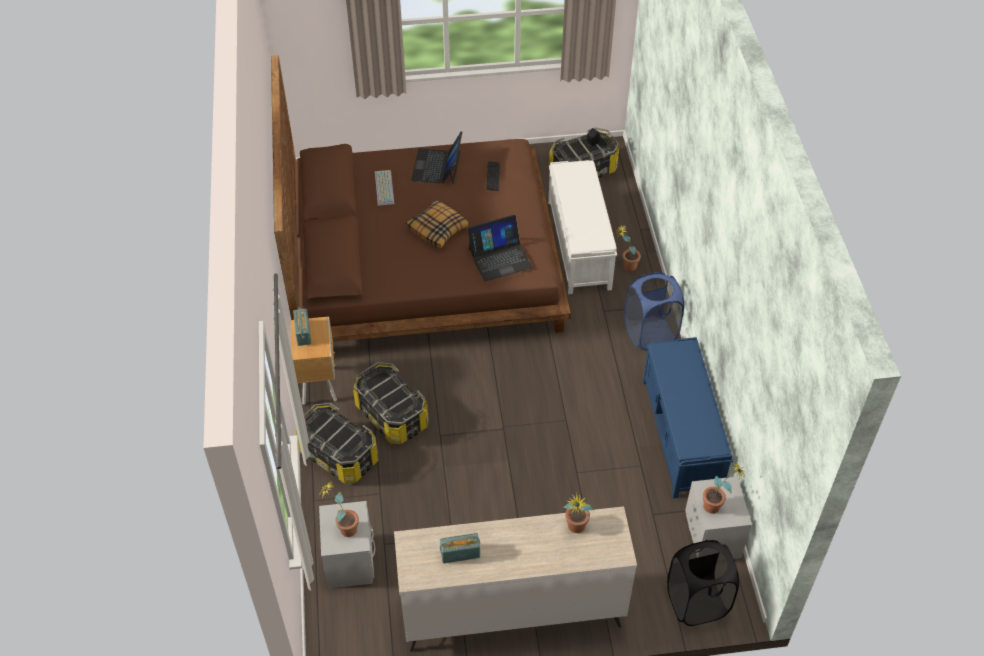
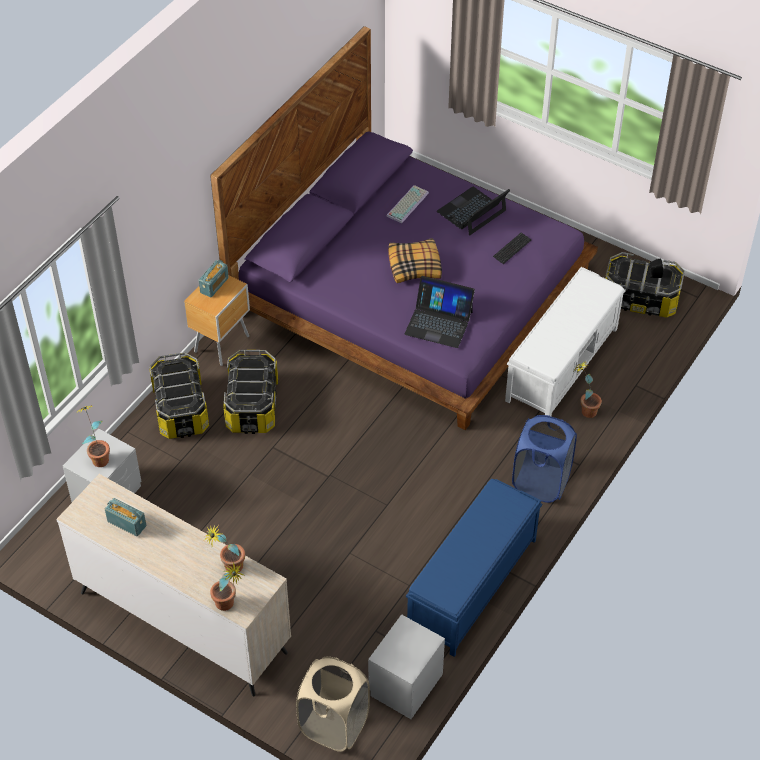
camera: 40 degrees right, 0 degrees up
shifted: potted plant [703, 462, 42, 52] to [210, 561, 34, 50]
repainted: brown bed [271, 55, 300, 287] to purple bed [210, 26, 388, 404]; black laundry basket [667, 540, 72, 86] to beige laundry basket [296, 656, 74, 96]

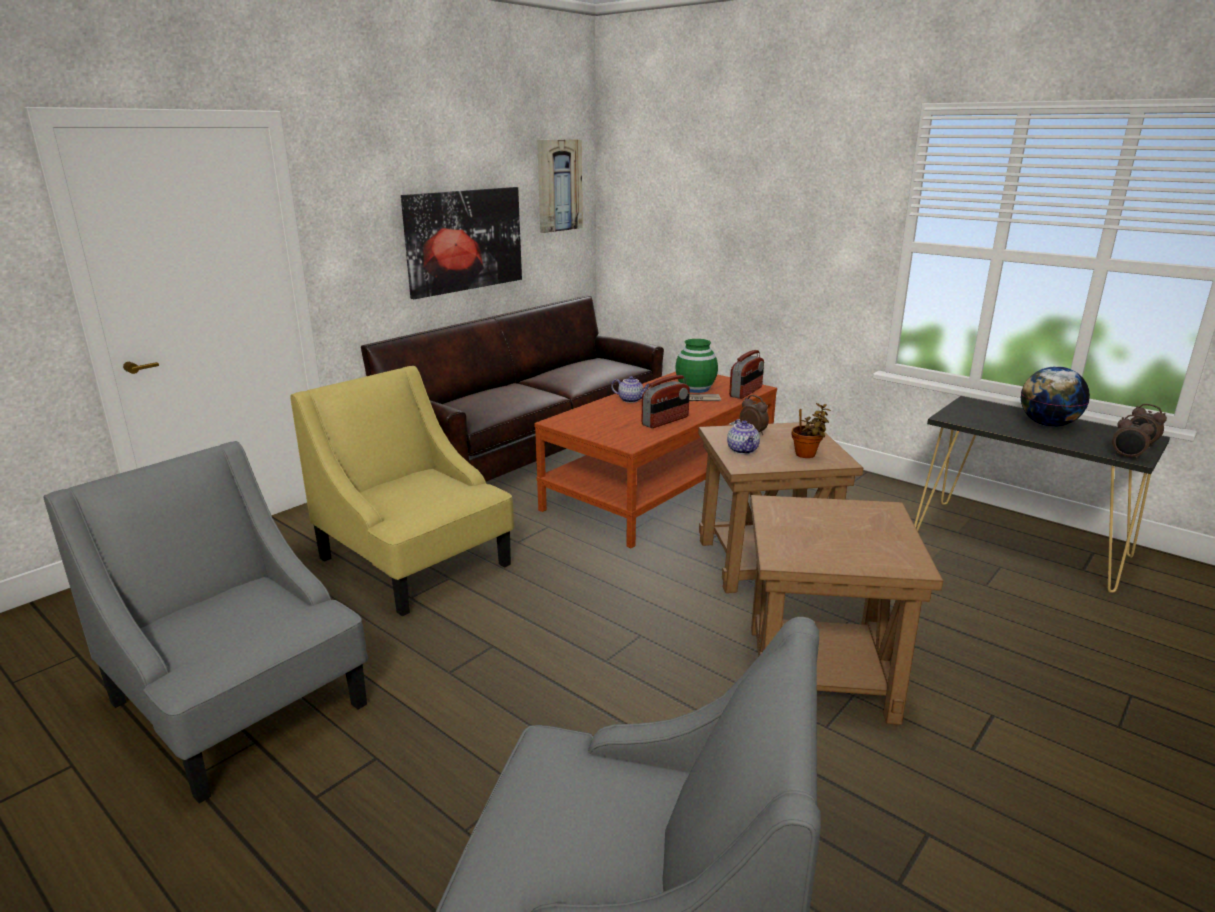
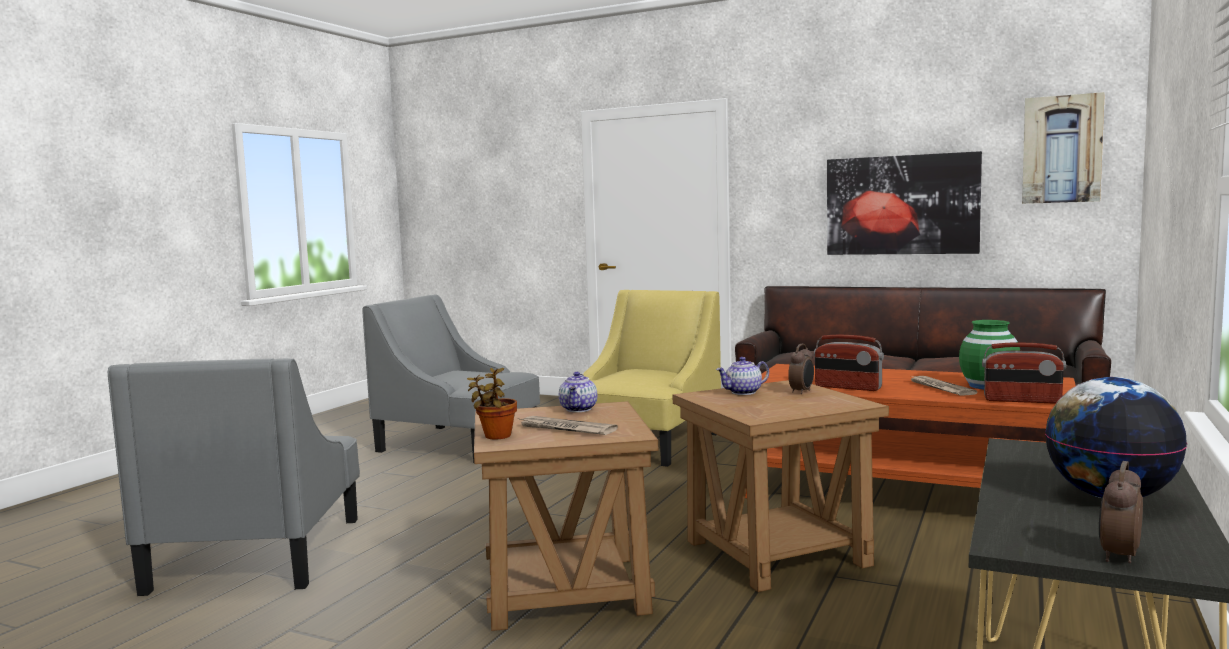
camera: 75 degrees right, 15 degrees down
gone: alarm clock [1112, 415, 42, 45]
new: newspaper [517, 416, 101, 19]
shifted: teapot [611, 376, 38, 27] to [559, 372, 38, 40]; potted plant [792, 403, 39, 55] to [467, 368, 50, 71]
rotated: grey armchair [44, 441, 324, 362] = [362, 294, 178, 169] 90 degrees counterclockwise

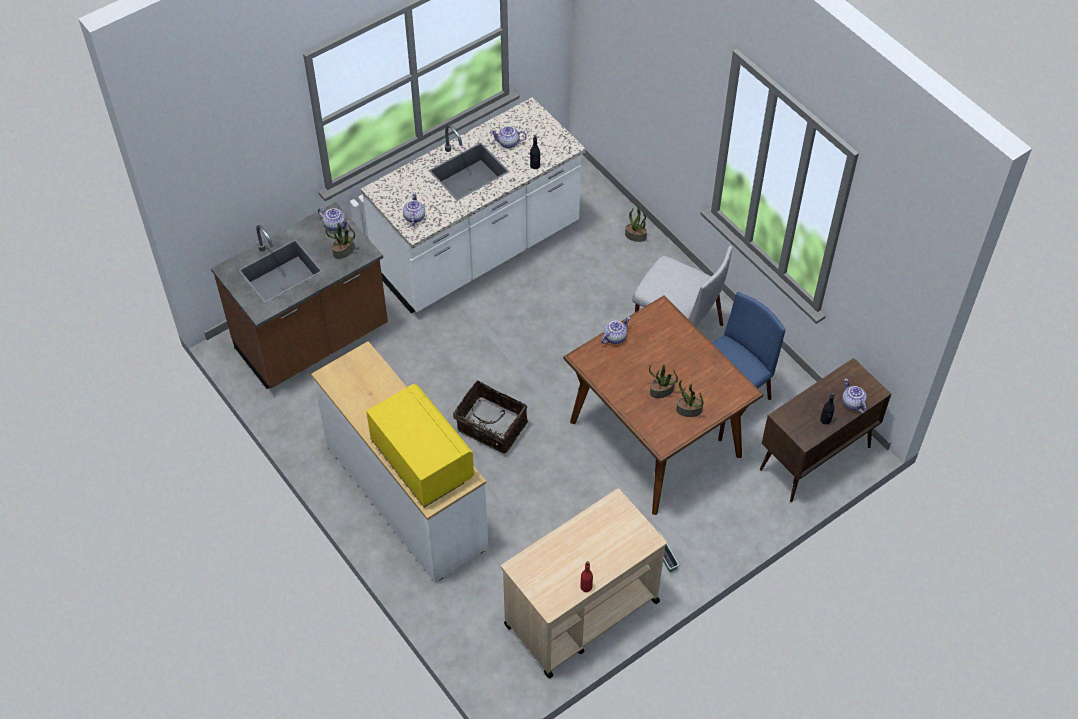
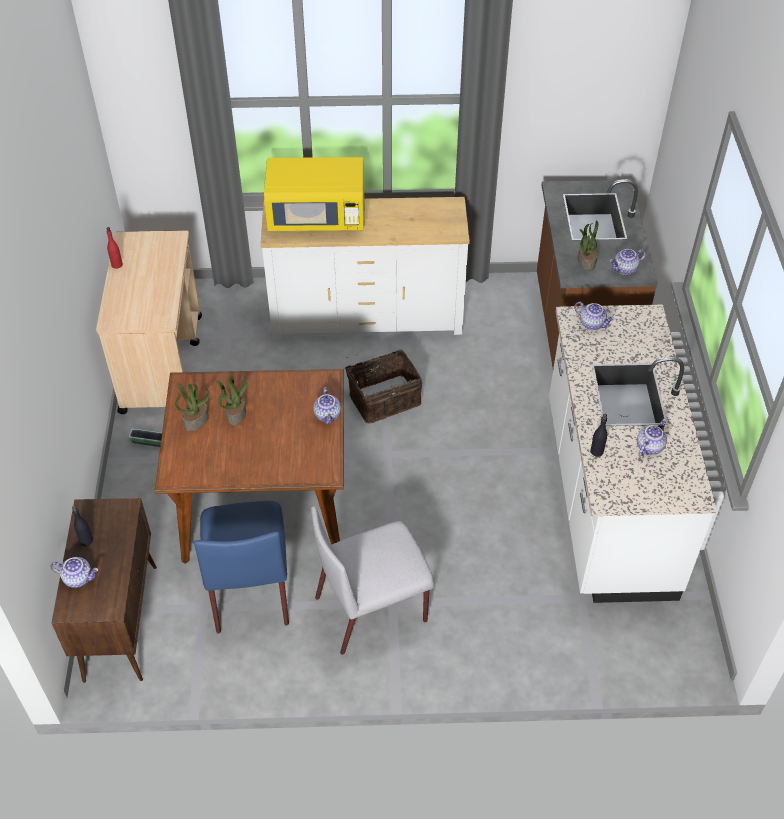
camera: 125 degrees right, 5 degrees down
gone: potted plant [625, 204, 22, 38]

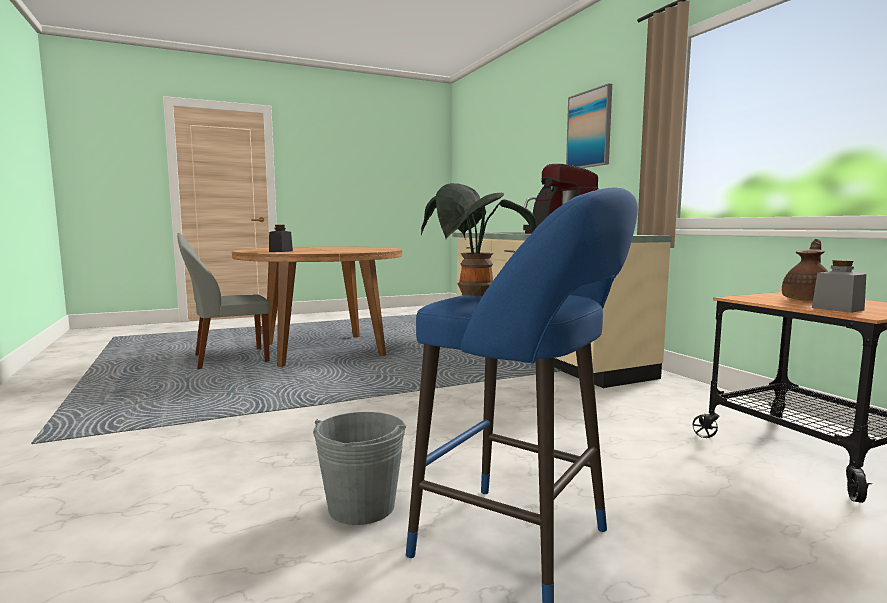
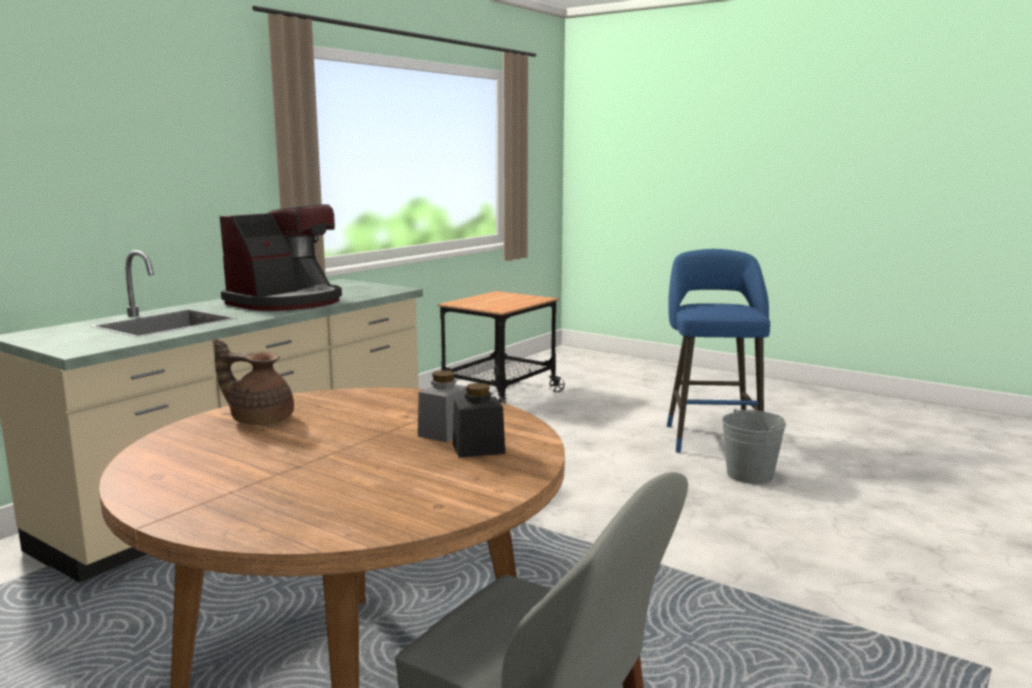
camera: 120 degrees left, 5 degrees up
gone: potted plant [421, 183, 115, 113]; picture [566, 83, 46, 85]
shifted: brown teapot [782, 239, 46, 62] to [214, 339, 80, 86]; grey jar [812, 260, 54, 53] to [418, 370, 49, 72]

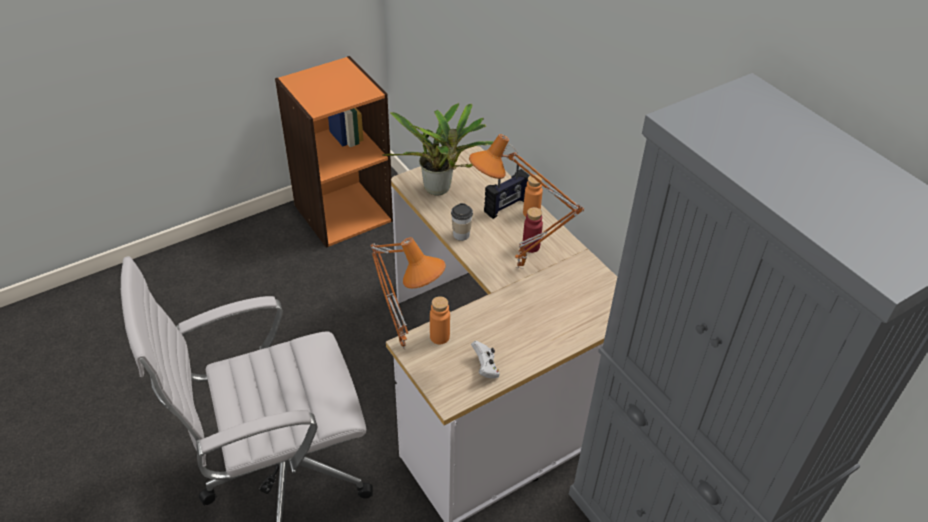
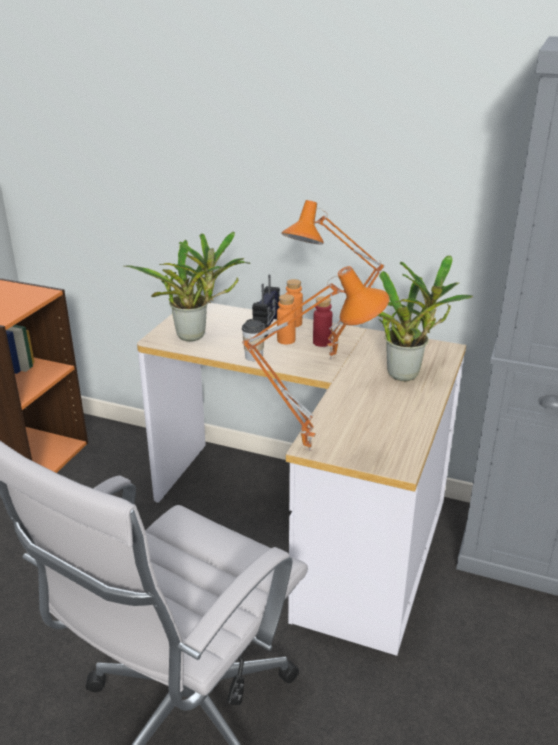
camera: 35 degrees left, 15 degrees down
gone: white game controller [471, 341, 29, 38]
new: potted plant [378, 255, 95, 126]
shifted: orange bottle [430, 296, 20, 48] to [277, 294, 19, 50]

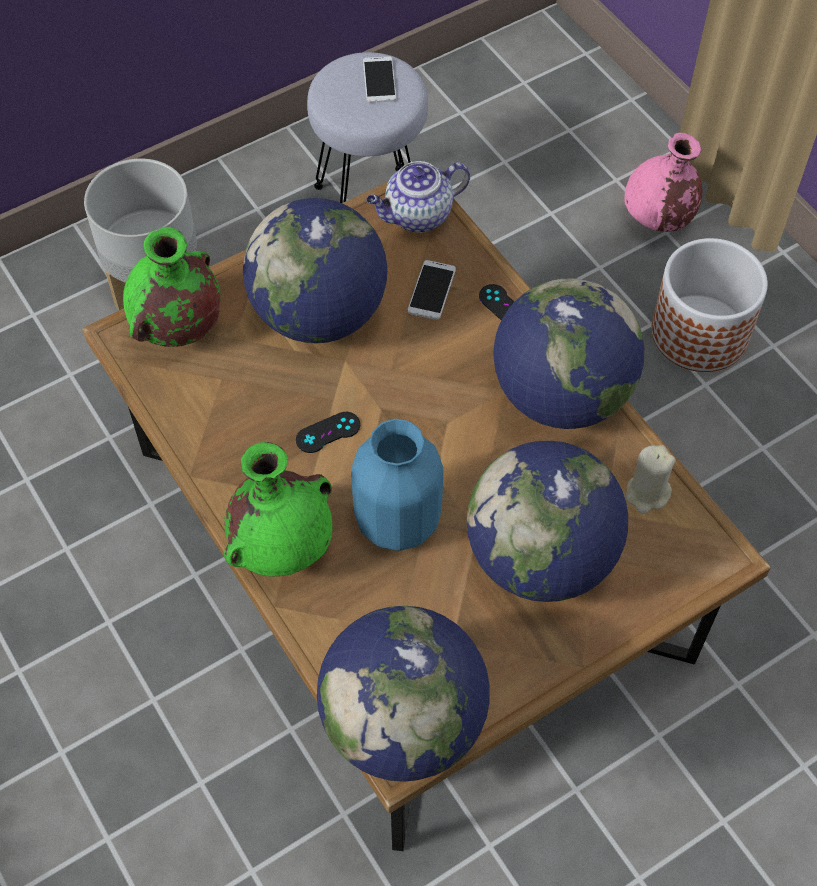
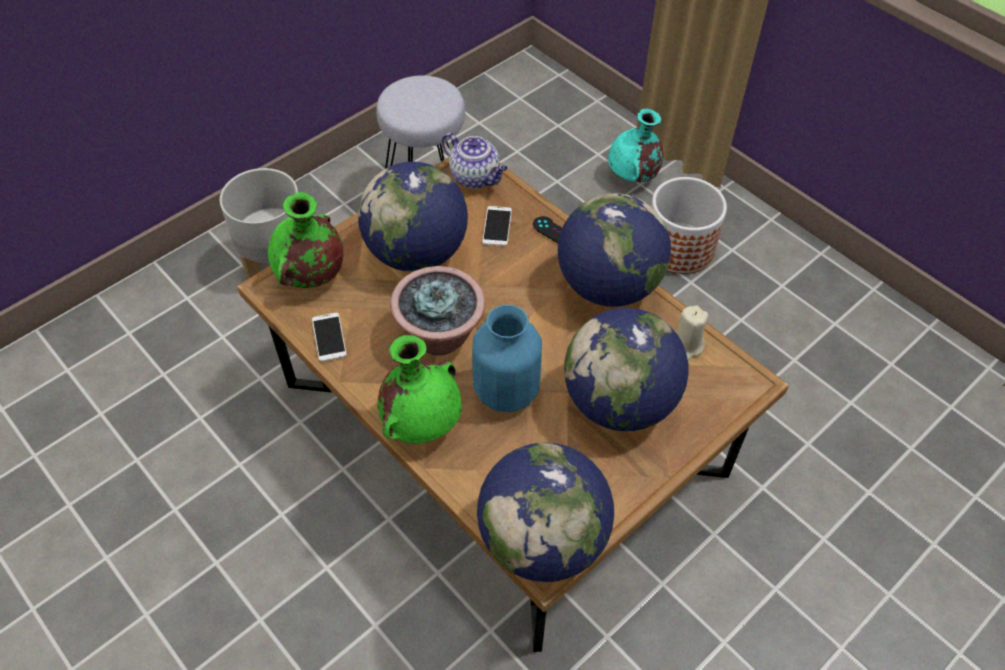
camera: 10 degrees left, 5 degrees down
shifted: phone [363, 56, 33, 47] to [312, 313, 35, 49]
swapped: black game controller [296, 412, 64, 41] to potted plant [390, 266, 95, 89]
repainted: pink vase [624, 133, 78, 99] to turquoise vase [608, 109, 55, 73]
rotated: teapot [366, 161, 104, 72] = [442, 132, 66, 57] 105 degrees counterclockwise

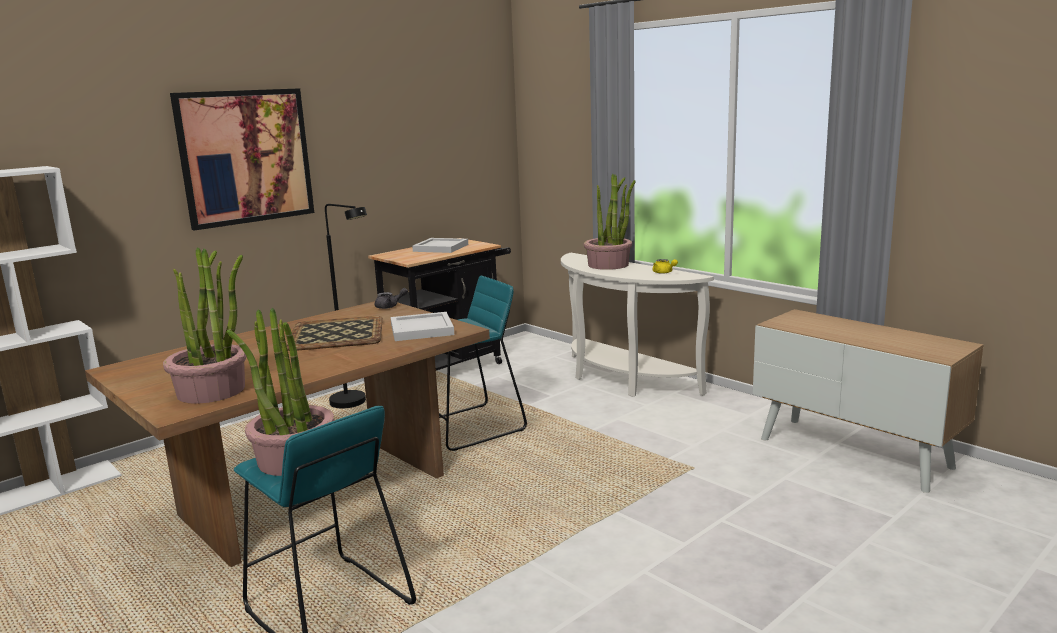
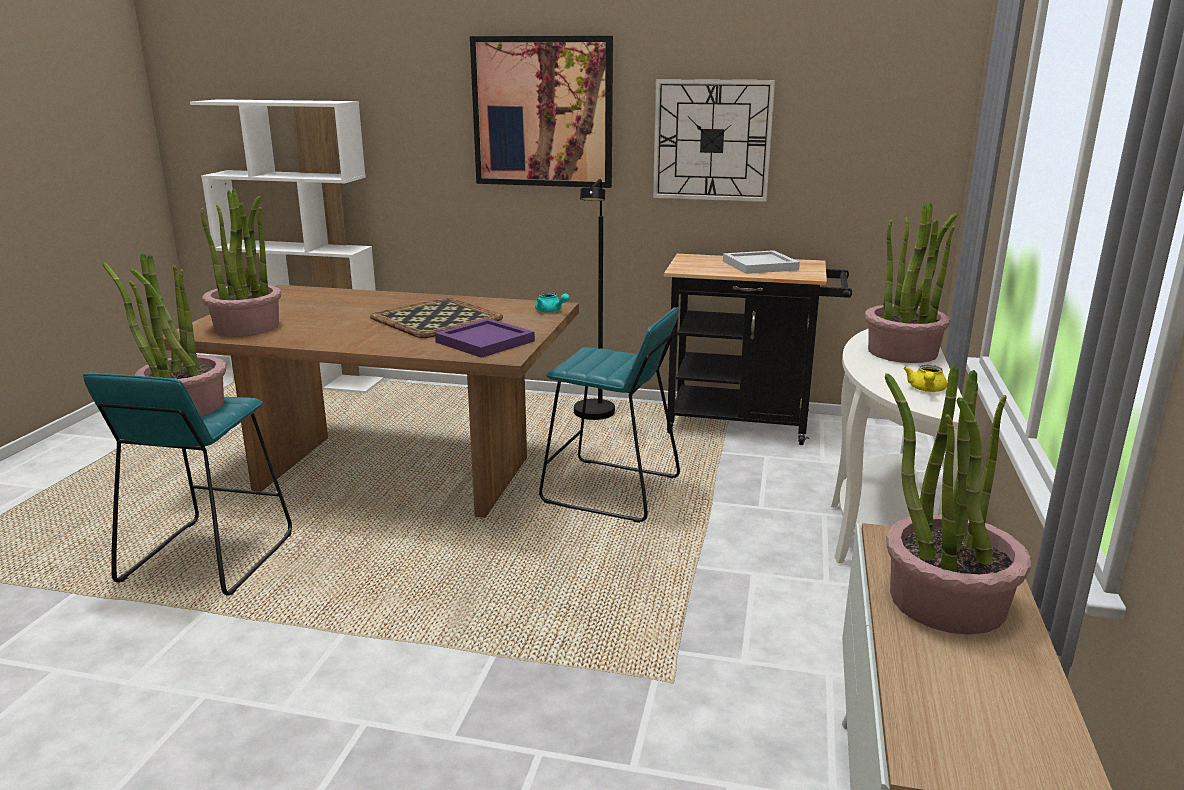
camera: 55 degrees right, 5 degrees up
new: wall clock [653, 79, 122, 123]; potted plant [885, 364, 146, 271]
repainted: grey teapot [375, 288, 33, 21] to turquoise teapot [535, 292, 35, 20]; white tray [391, 312, 63, 29] to purple tray [435, 318, 100, 40]

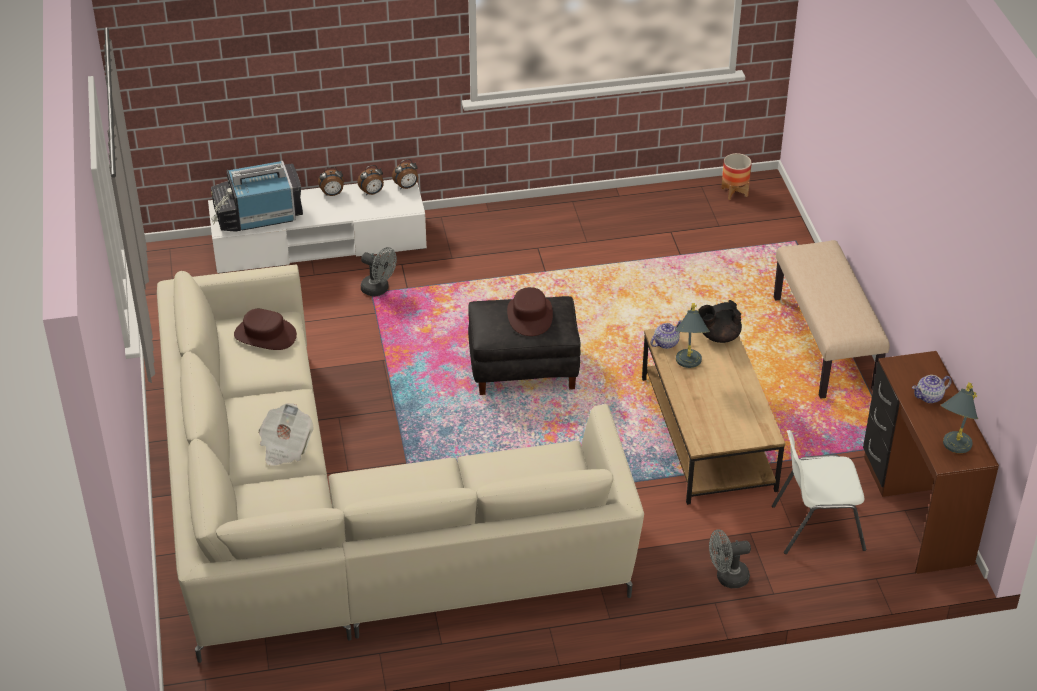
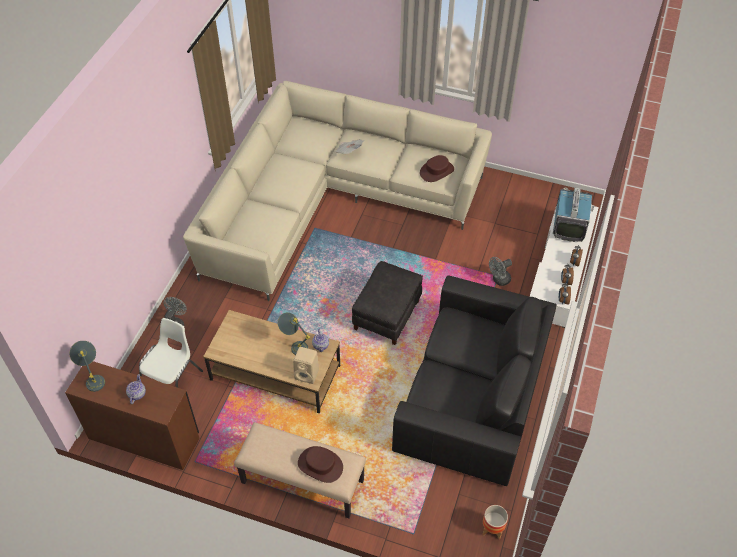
camera: 120 degrees right, 10 degrees up
new: black sofa [392, 275, 164, 211]
shifted: brown hat [507, 287, 46, 49] to [298, 446, 45, 37]
swapped: black teapot [698, 300, 44, 43] to beige speaker [293, 347, 26, 37]

